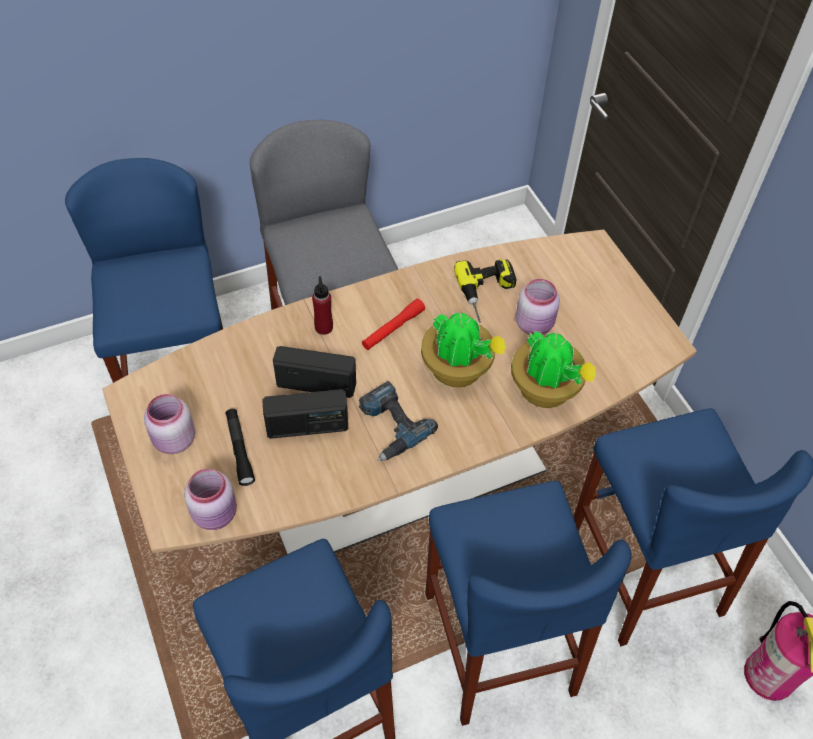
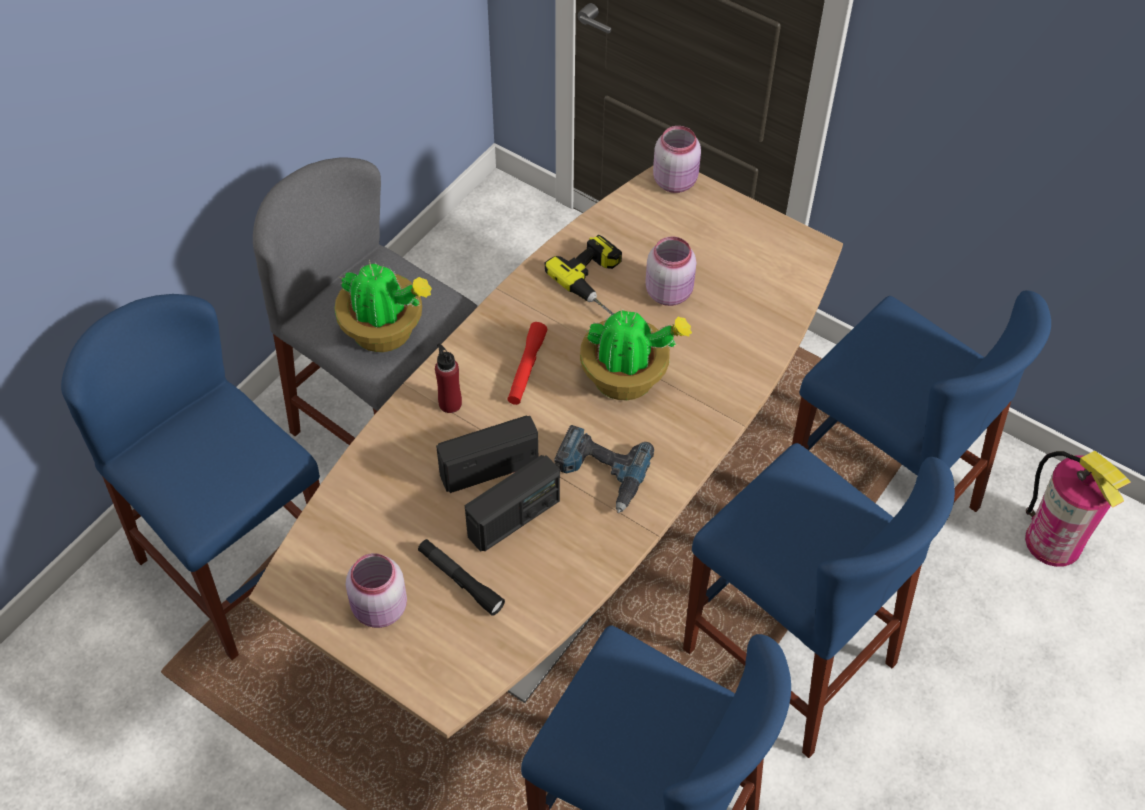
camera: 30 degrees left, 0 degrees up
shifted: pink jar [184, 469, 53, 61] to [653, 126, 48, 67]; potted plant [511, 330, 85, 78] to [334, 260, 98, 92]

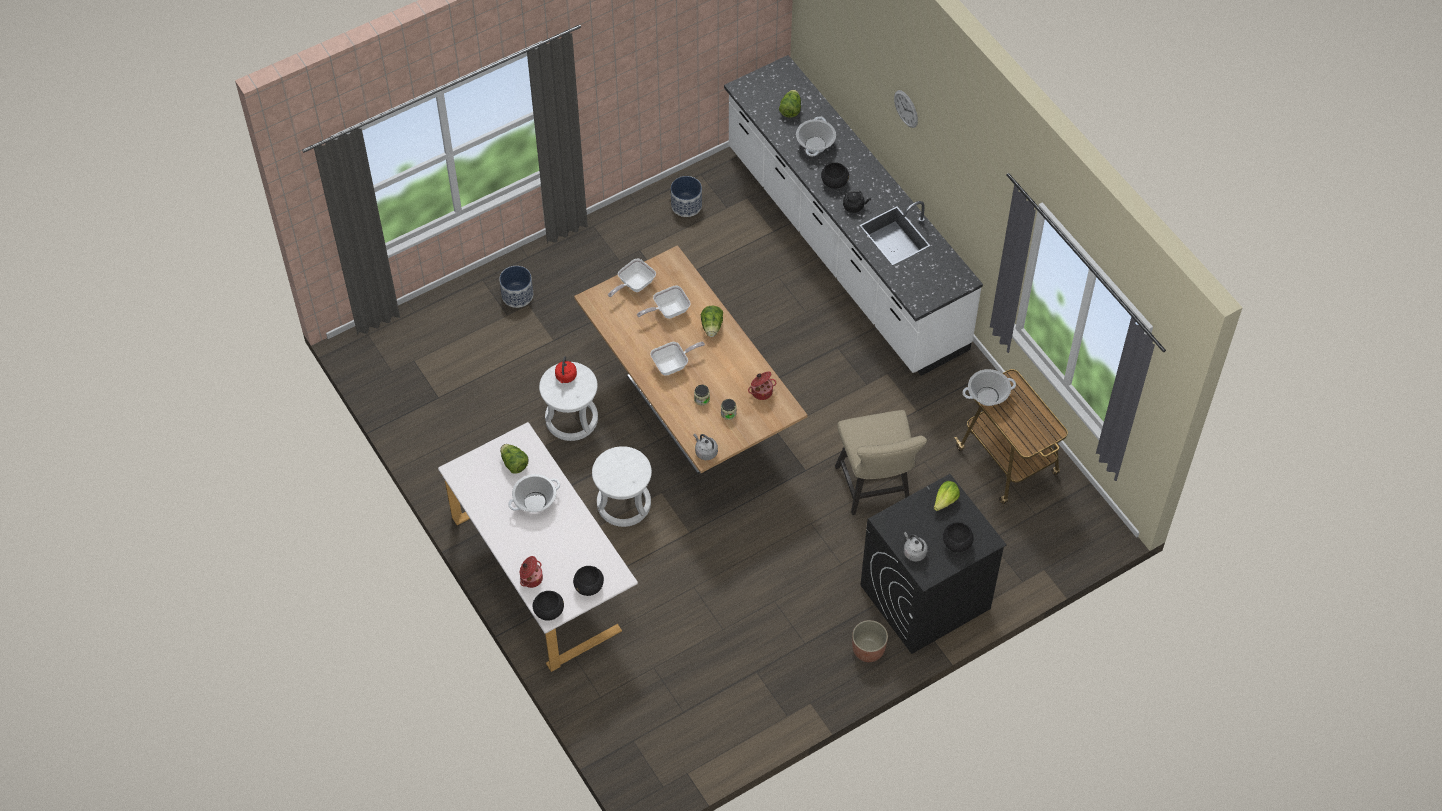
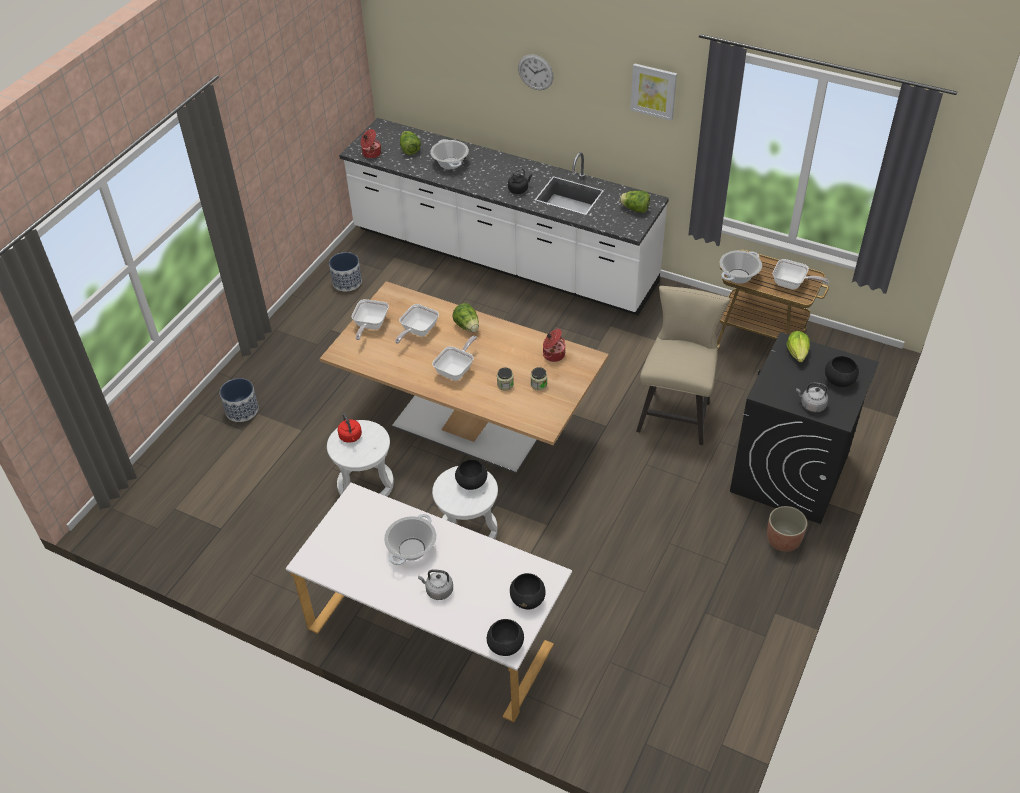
camera: 30 degrees left, 10 degrees down
new: picture [630, 63, 47, 58]; frying pan [773, 259, 56, 30]
shifted: lettuce [500, 444, 28, 30] to [620, 191, 30, 22]; cooking pot [520, 556, 23, 32] to [361, 129, 20, 30]; grey kettle [694, 433, 24, 27] to [418, 569, 35, 31]; black bowl [821, 162, 28, 27] to [455, 459, 32, 31]
rotated: beige chair [835, 410, 92, 105] = [636, 286, 95, 159] 120 degrees counterclockwise

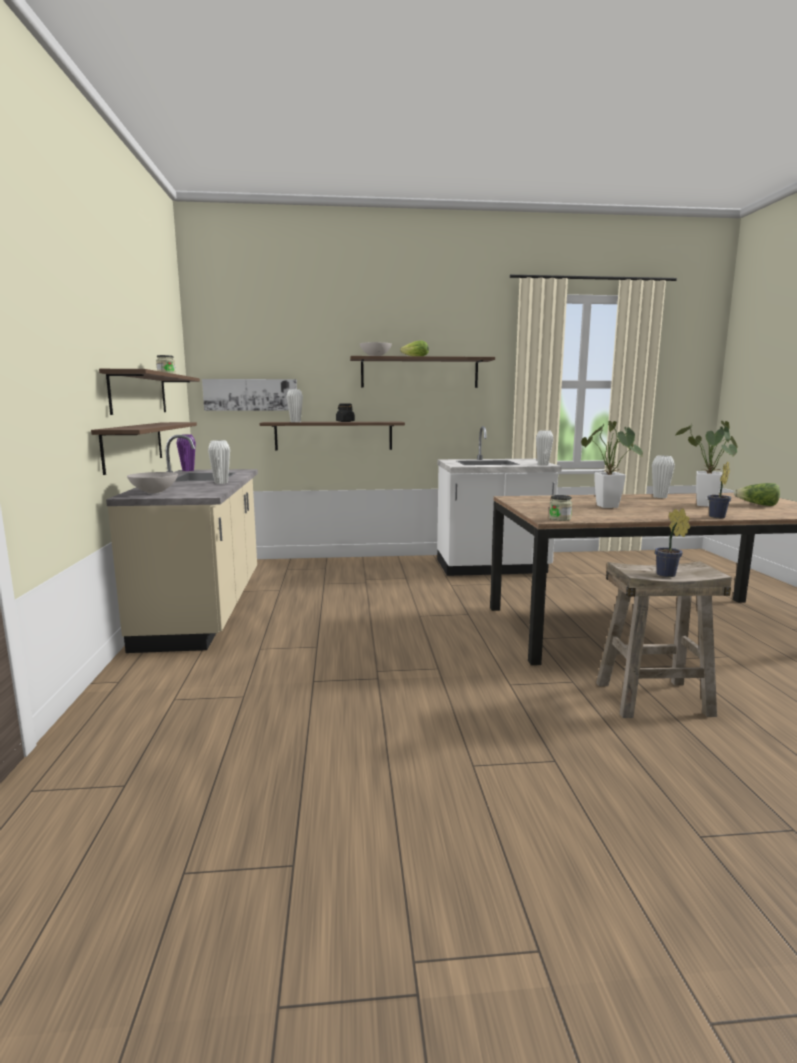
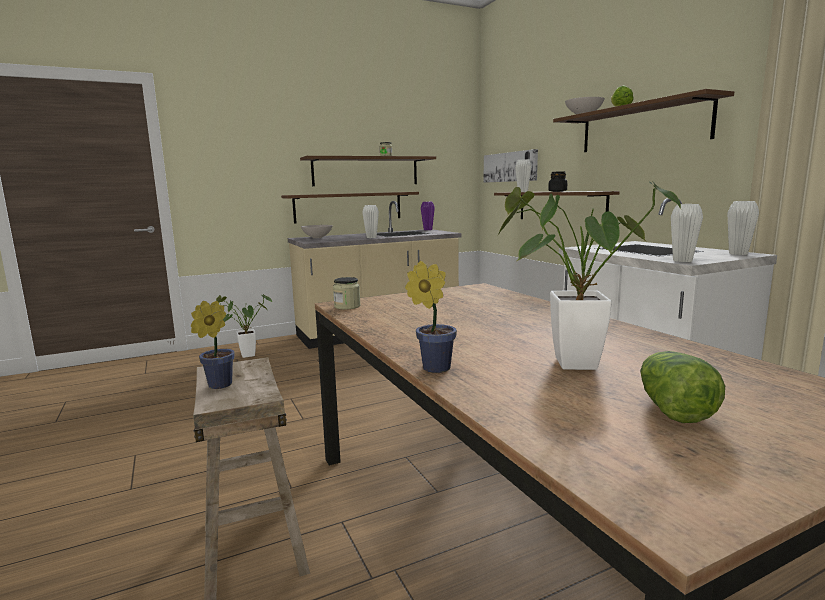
camera: 70 degrees right, 0 degrees up
shifted: potted plant [581, 421, 62, 87] to [216, 294, 56, 64]; white vase [652, 455, 23, 43] to [728, 201, 31, 54]

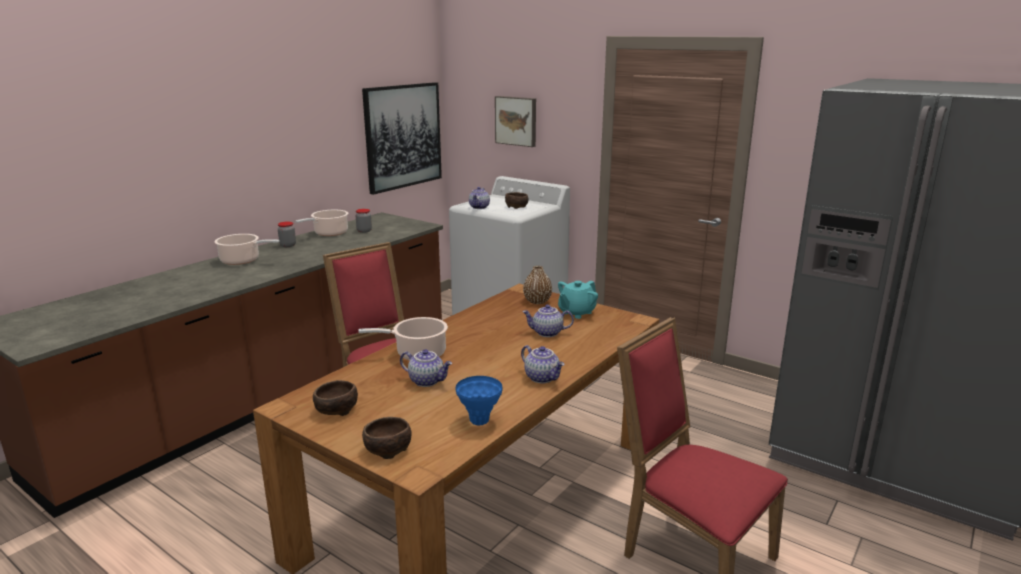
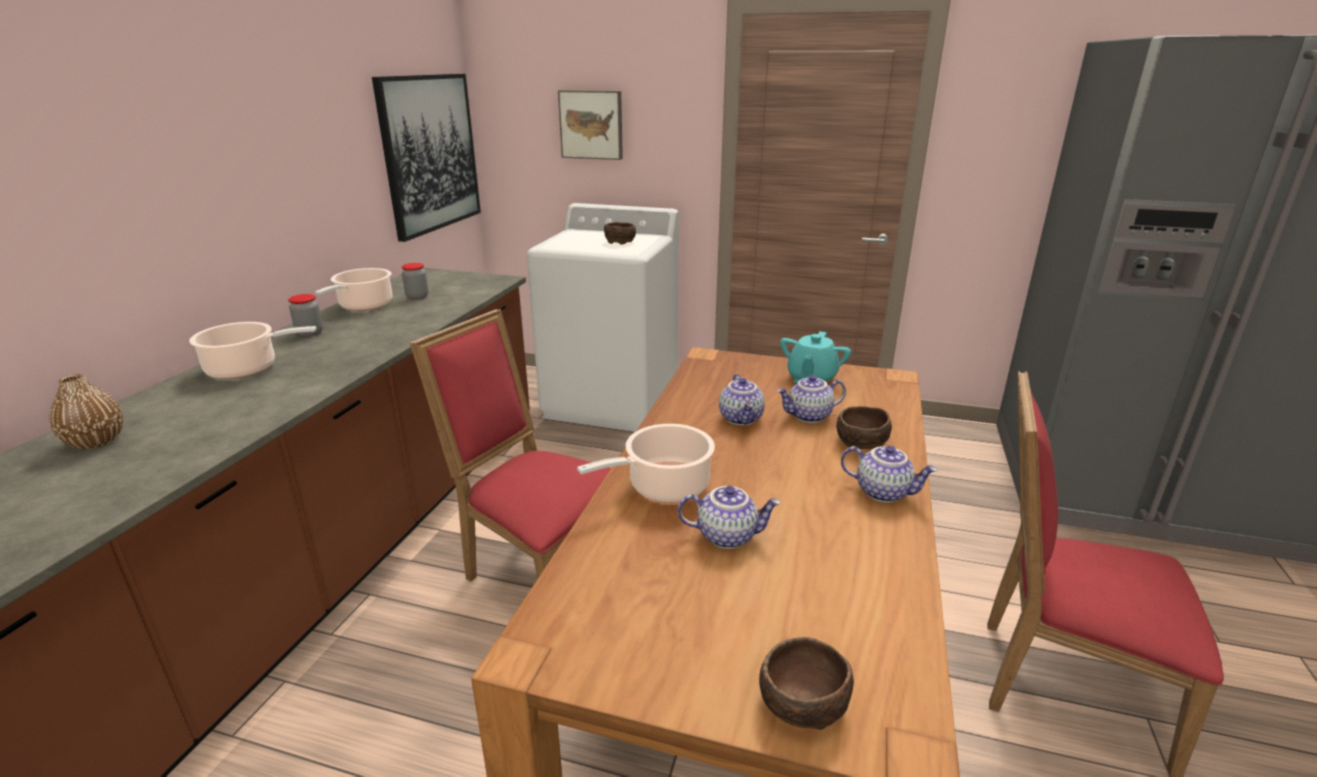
camera: 20 degrees left, 5 degrees up
gone: blue vase [455, 376, 47, 49]
shifted: brown bowl [313, 380, 45, 36] to [836, 406, 56, 43]; teapot [469, 187, 21, 22] to [719, 374, 46, 51]; brown vase [523, 266, 29, 38] to [49, 374, 75, 75]

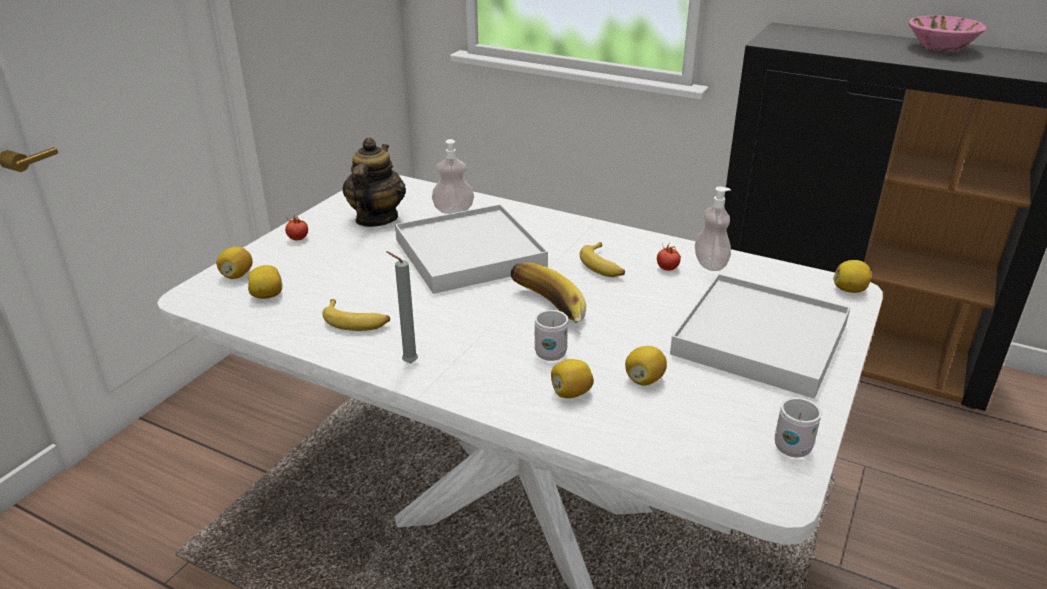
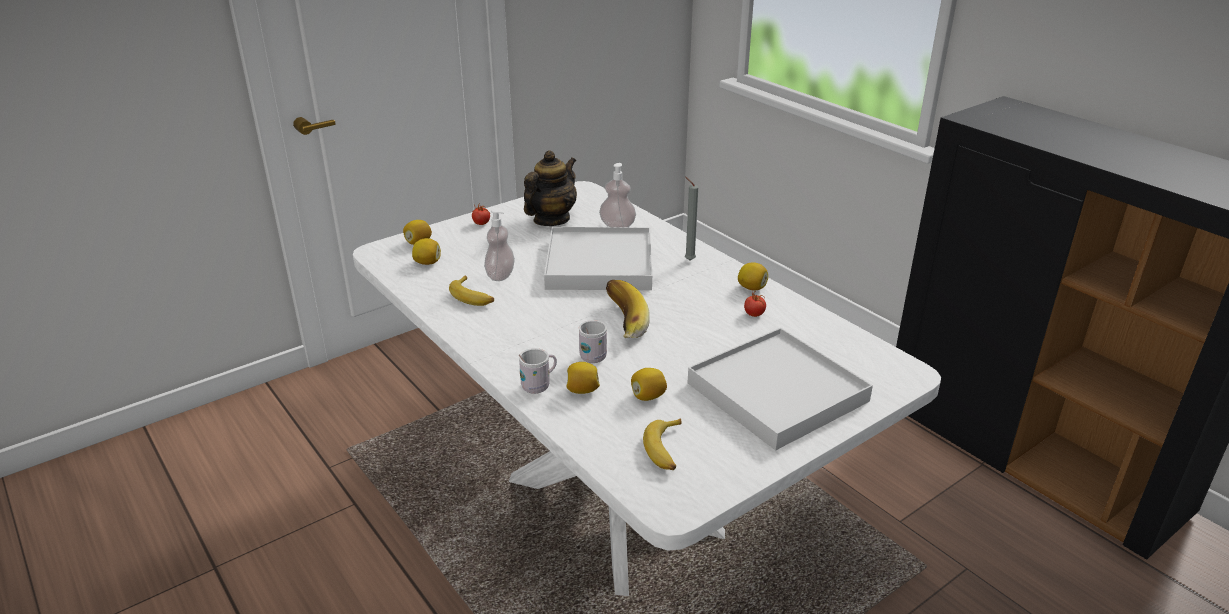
camera: 25 degrees right, 0 degrees up
gone: pink bowl [909, 15, 77, 39]
shifted: grey candle [386, 251, 32, 112] to [685, 176, 13, 85]; banana [579, 242, 46, 35] to [643, 418, 38, 52]; soap dispenser [695, 187, 36, 84] to [484, 208, 31, 73]; white mug [775, 397, 47, 60] to [519, 348, 38, 46]; lemon [833, 260, 38, 33] to [738, 262, 30, 28]

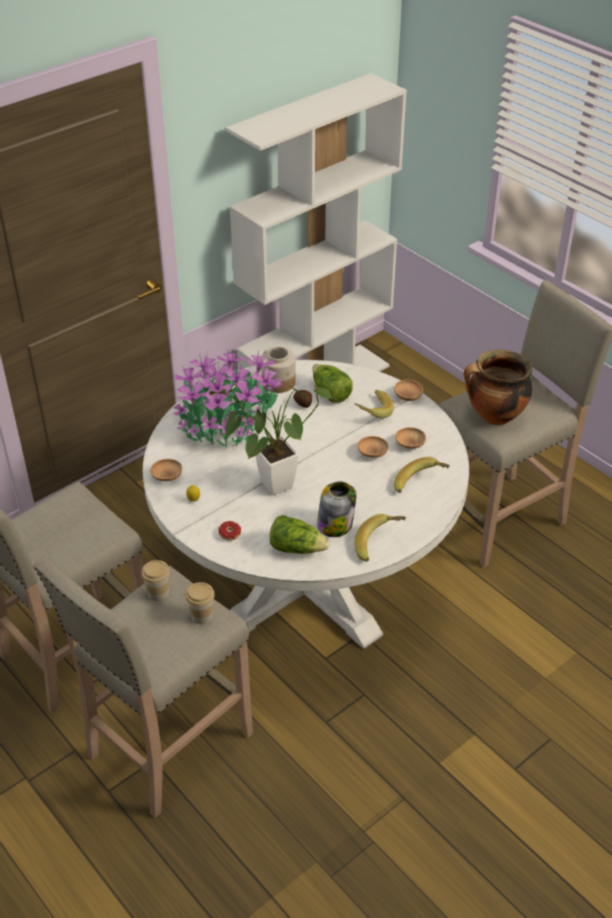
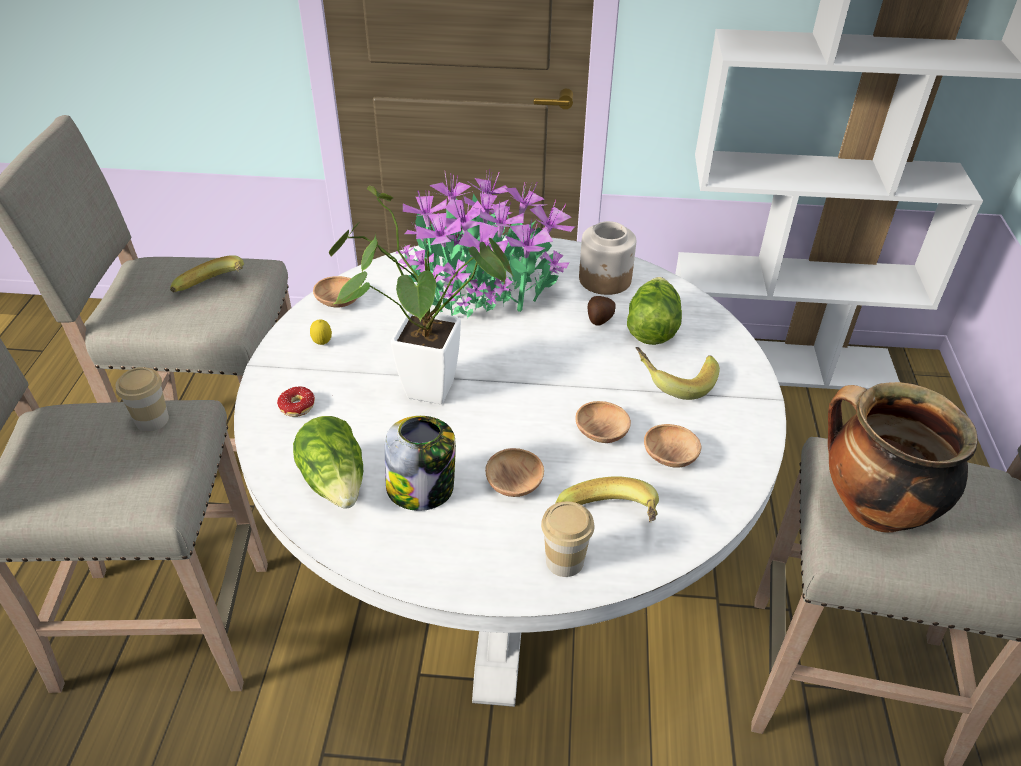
camera: 45 degrees right, 0 degrees up
shifted: cup [186, 582, 29, 42] to [541, 502, 53, 75]; banana [354, 514, 52, 48] to [170, 255, 74, 38]; brown bowl [394, 380, 29, 21] to [485, 448, 59, 49]

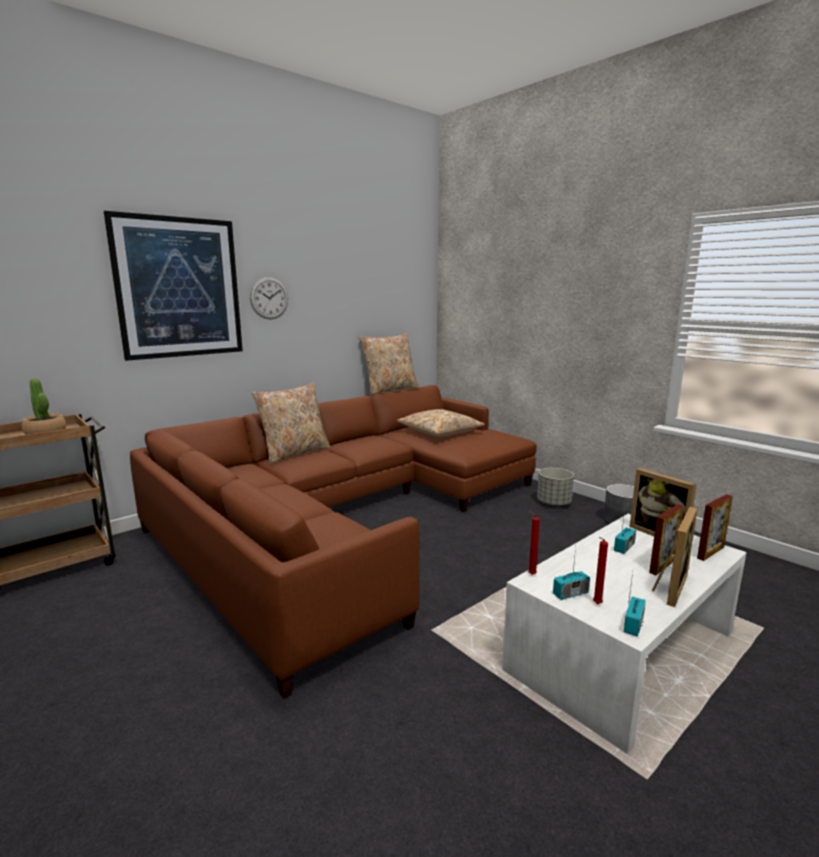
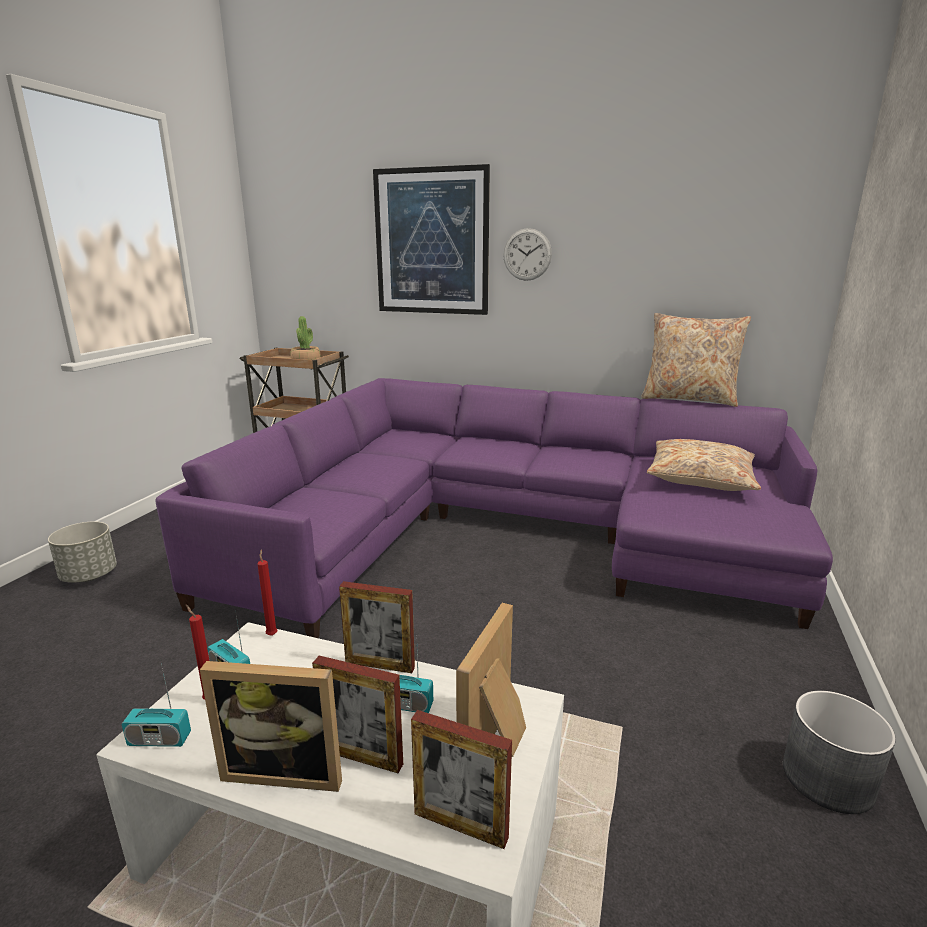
camera: 60 degrees right, 5 degrees up
gone: beige pillow [252, 383, 79, 81]
new: picture frame [339, 581, 76, 92]
shifted: grey planter [537, 468, 37, 38] to [48, 521, 69, 62]
repainted: brown sofa [130, 385, 407, 314] to purple sofa [155, 378, 678, 260]

